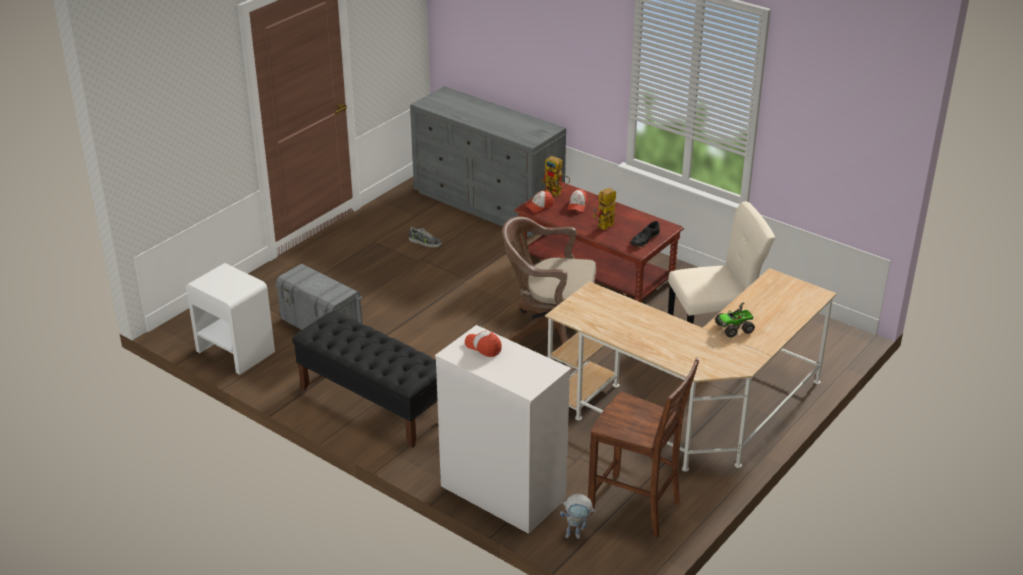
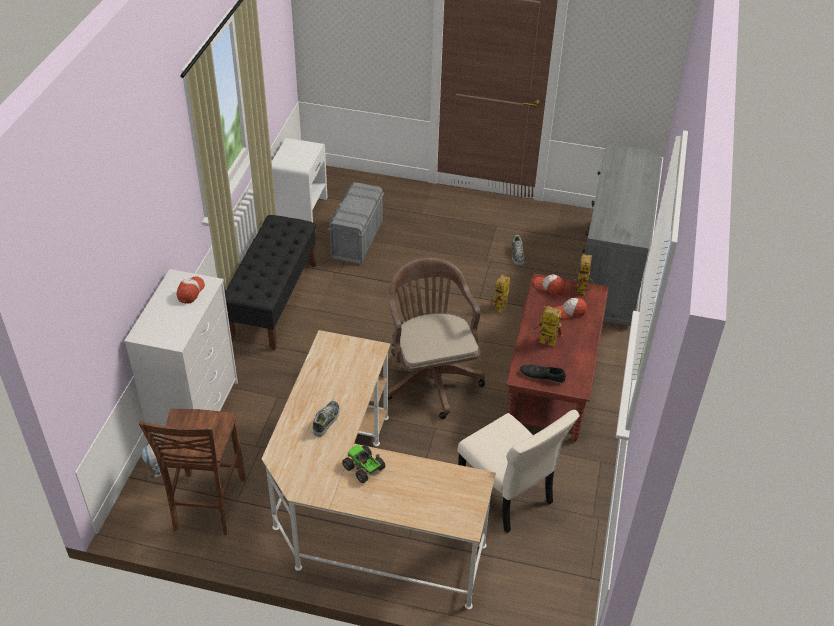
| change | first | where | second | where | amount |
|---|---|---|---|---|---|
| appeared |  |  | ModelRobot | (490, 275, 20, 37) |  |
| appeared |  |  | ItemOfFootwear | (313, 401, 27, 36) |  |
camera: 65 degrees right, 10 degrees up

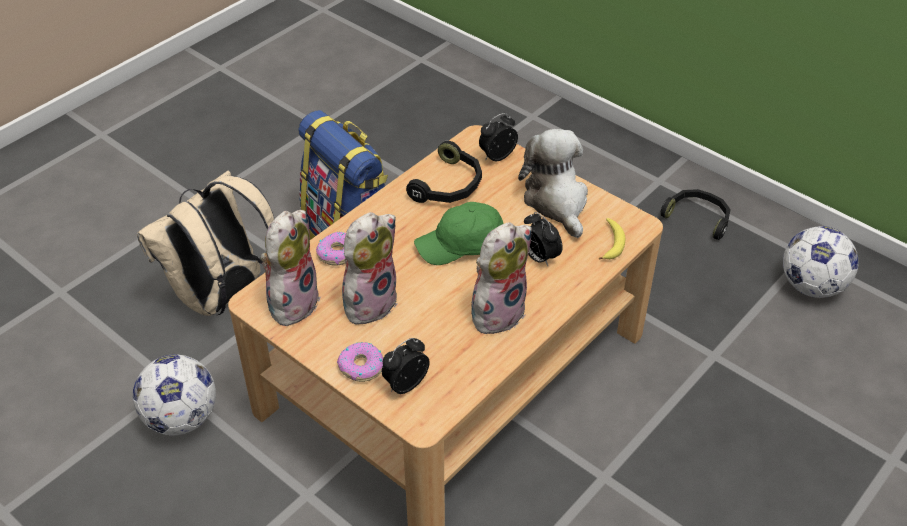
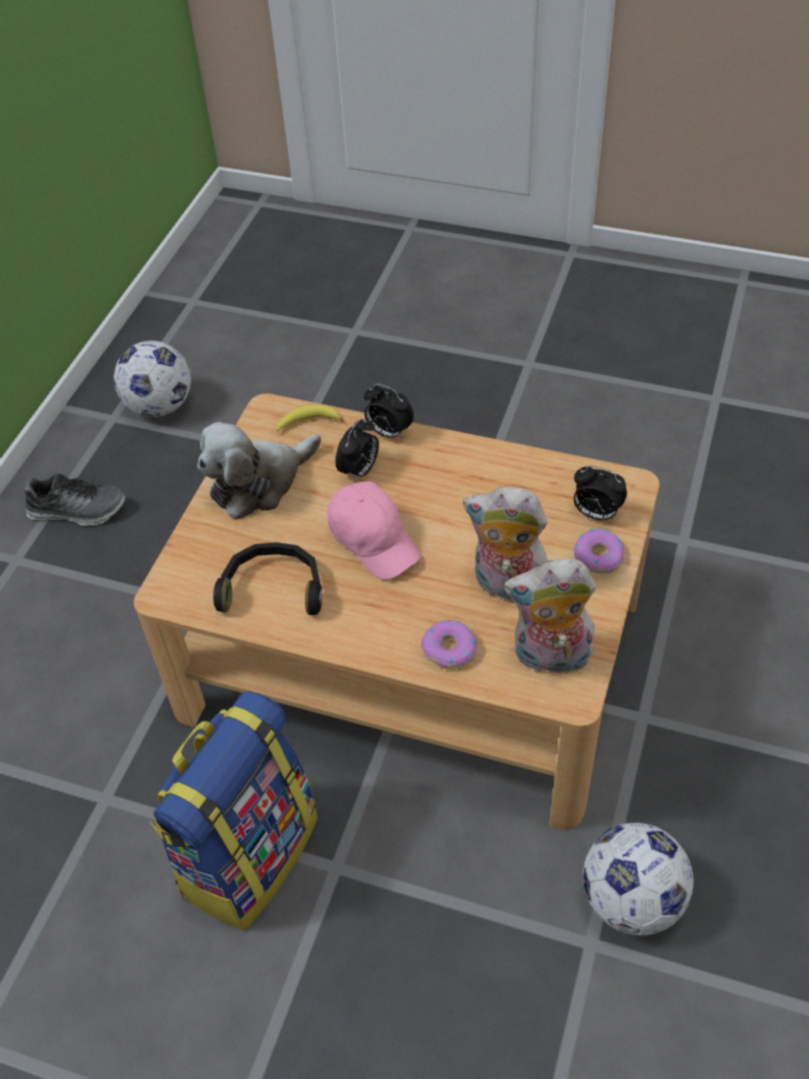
| change | first | where | second | where | amount |
|---|---|---|---|---|---|
| relocated | TableClock | (479, 113, 39, 48) |  | (364, 384, 50, 56) |  |
| missing | BeigeColouredBackpack | (137, 171, 137, 145) |  |  |  |
| exchanged | BlackPairOfHeadphones | (661, 189, 70, 51) | ItemOfFootwear | (25, 474, 100, 52) |  |
| colour | GreenPeakedCap | (414, 202, 90, 63) | PinkPeakedCap | (327, 481, 95, 99) |  |
| missing | CuddlyToy | (471, 222, 61, 112) |  |  |  |
camera: 110 degrees left, 5 degrees up

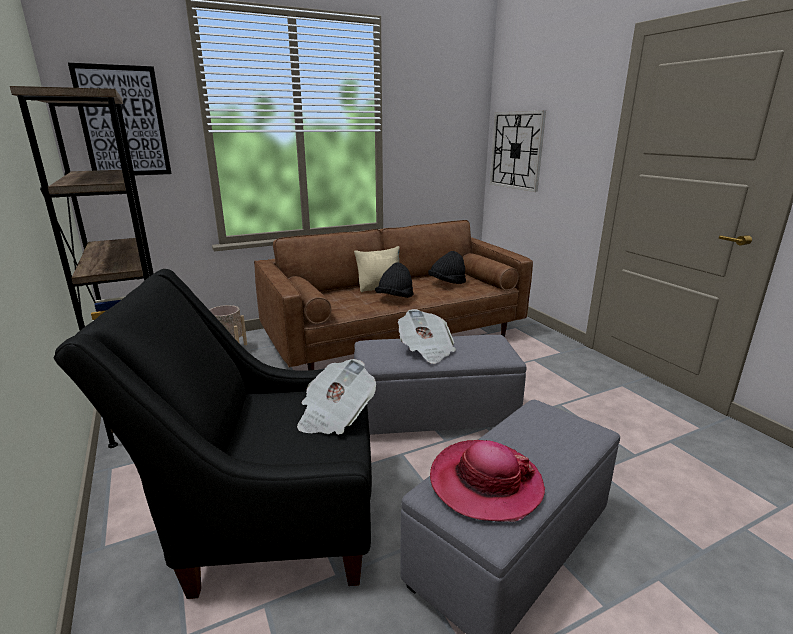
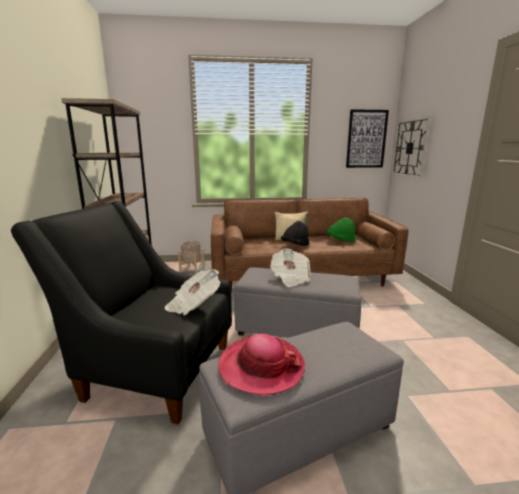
| change | first | where | second | where | amount |
|---|---|---|---|---|---|
| relocated | WallArt | (68, 63, 103, 113) |  | (346, 109, 43, 59) |  |
| colour | BlackHat | (428, 251, 38, 33) | GreenHat | (327, 217, 29, 25) |  |
camera: 20 degrees right, 5 degrees down

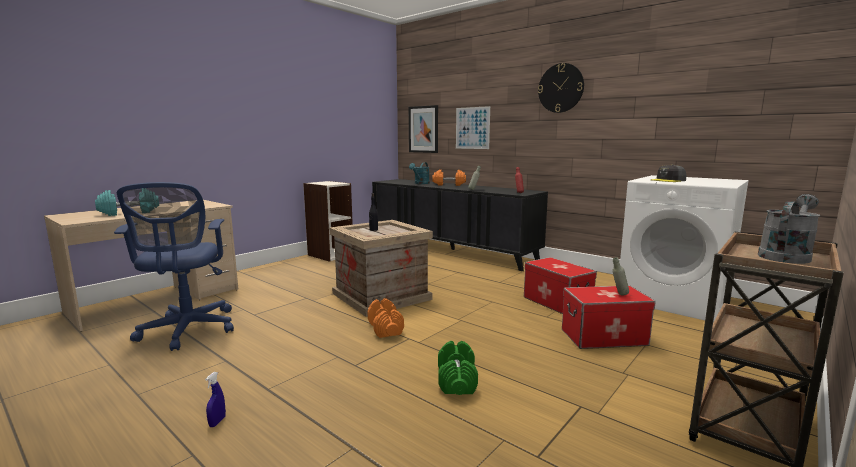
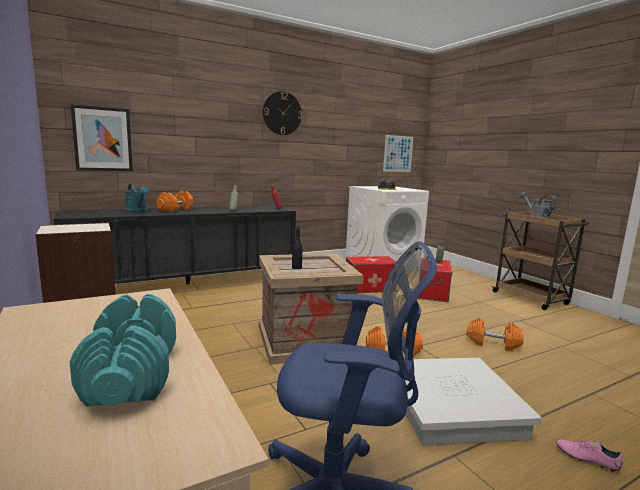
| change | first | where | second | where | amount |
|---|---|---|---|---|---|
| relocated | WallArt | (456, 106, 34, 43) |  | (383, 135, 30, 37) |  |
| colour | GreenDumbbell | (438, 341, 40, 54) | OrangeColouredDumbbell | (466, 317, 58, 34) |  |
| exchanged | BlueColouredSprayBottle | (205, 372, 21, 55) | PinkItemOfFootwear | (556, 439, 67, 33) |  |
| appeared |  |  | WhiteStorageBin | (404, 358, 138, 88) |  |
camera: 70 degrees left, 0 degrees up

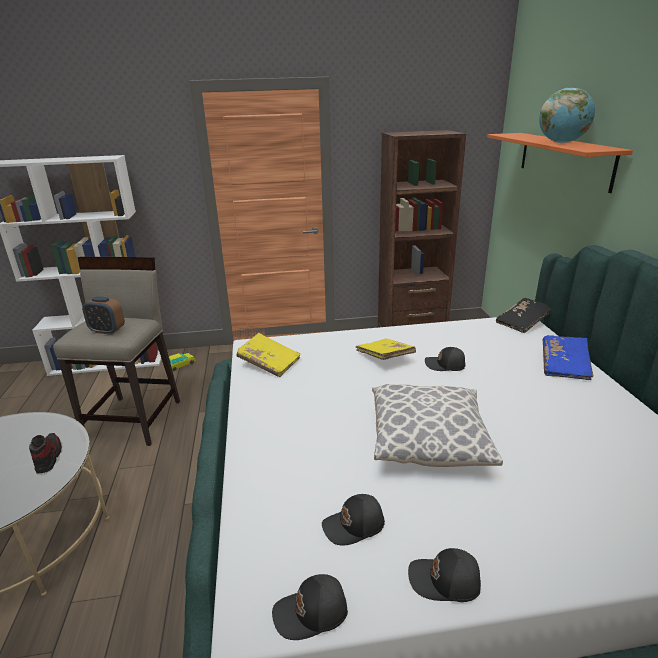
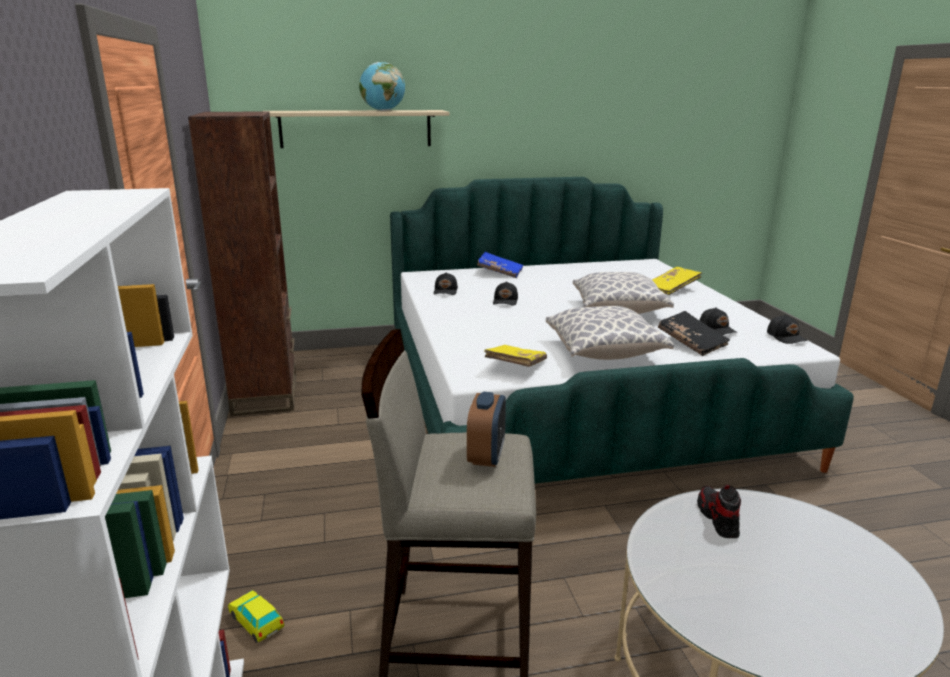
| change | first | where | second | where | amount |
|---|---|---|---|---|---|
| colour | OrangeColouredWallShelf | (487, 133, 146, 60) | BeigeColouredWallShelf | (262, 110, 188, 38) |  |
| relocated | BlackVolume | (496, 298, 55, 35) |  | (658, 311, 72, 45) |  |
| relocated | YellowishVolume | (355, 339, 61, 21) |  | (652, 267, 50, 28) |  |
| spun | ItemOfFootwear | (29, 433, 33, 40) |  | (697, 485, 44, 53) | 105 degrees clockwise |
| relocated | BlackPeakedCap | (408, 548, 73, 54) |  | (434, 272, 24, 23) |  |
| appeared |  |  | Cushion | (546, 306, 128, 54) |  |
camera: 95 degrees left, 5 degrees down

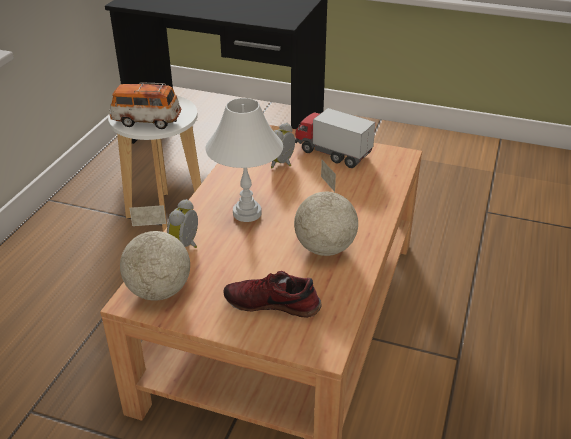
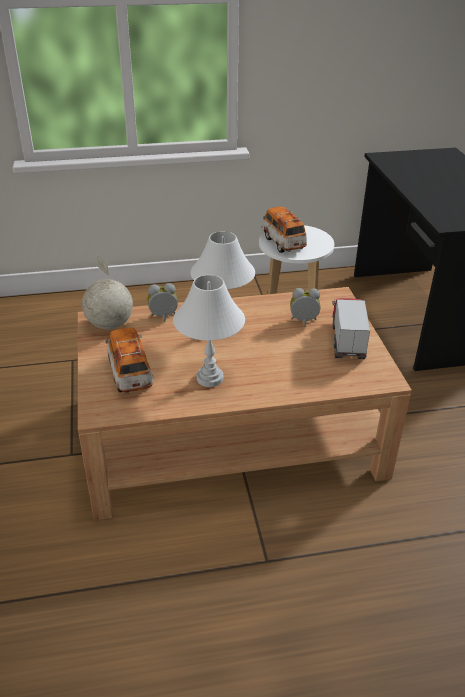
| change | first | where | second | where | amount |
|---|---|---|---|---|---|
| exchanged | DeskGlobe | (294, 160, 64, 96) | WhiteTabletopLamp | (173, 275, 72, 112) |  |
| exchanged | ItemOfFootwear | (224, 271, 98, 47) | MiniatureCar | (105, 328, 48, 66) |  |
camera: 60 degrees right, 0 degrees up

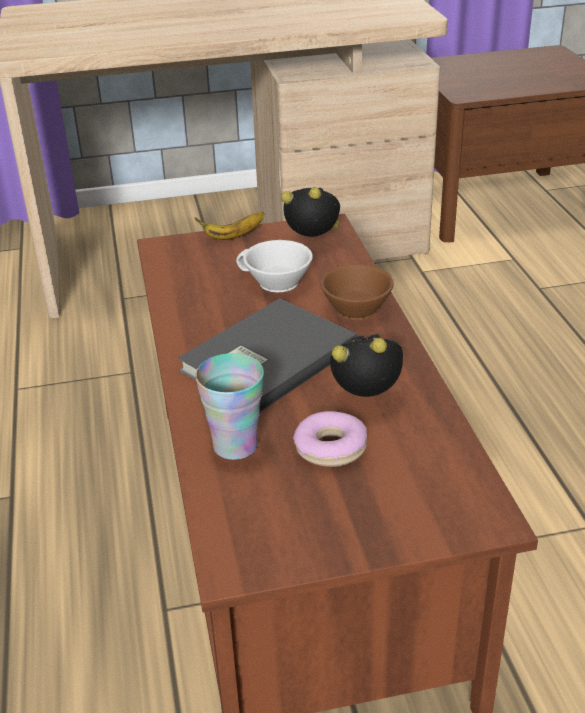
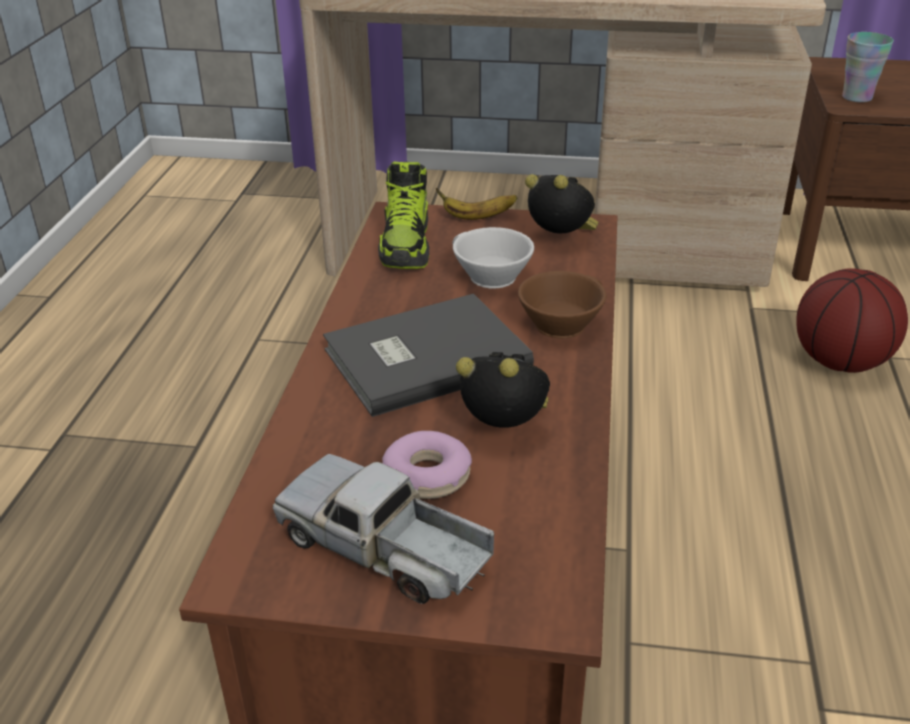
| change | first | where | second | where | amount |
|---|---|---|---|---|---|
| relocated | SmallCup | (195, 353, 69, 107) |  | (842, 32, 52, 70) |  |
| appeared |  |  | ItemOfFootwear | (378, 161, 51, 108) |  |
| appeared |  |  | BallForBasketball | (796, 268, 112, 105) |  |
| appeared |  |  | ModelTruck | (273, 454, 221, 150) |  |
camera: 20 degrees right, 0 degrees up

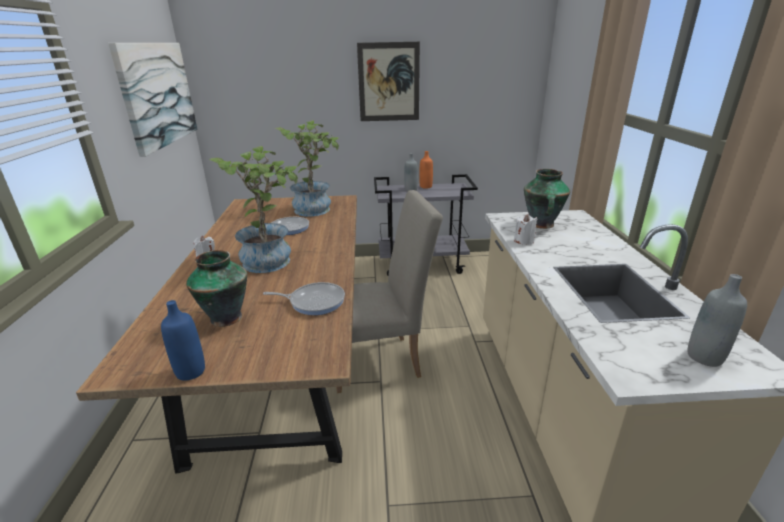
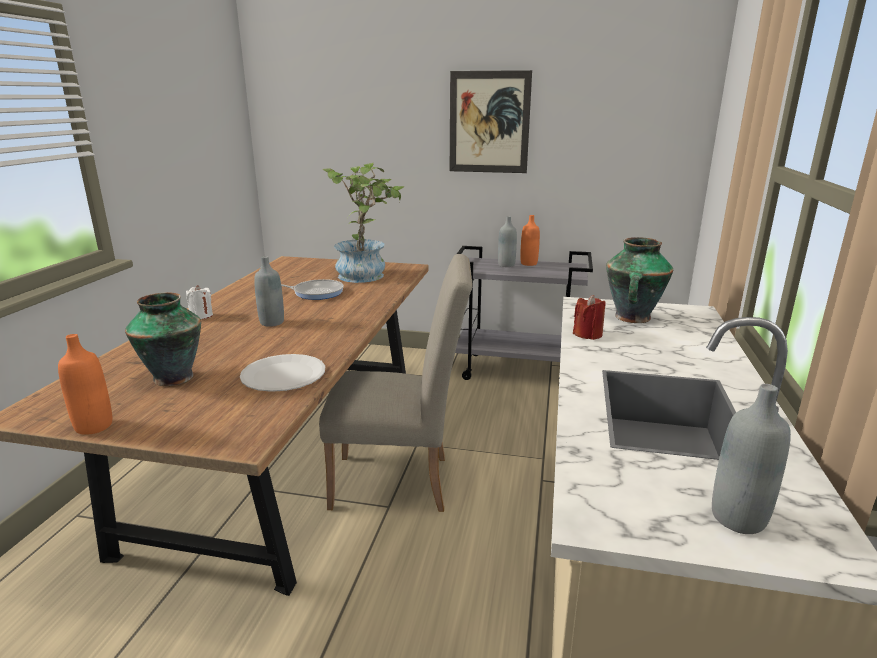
| change | first | where | second | where | amount |
|---|---|---|---|---|---|
| missing | WallArt | (108, 43, 89, 114) |  |  |  |
| exchanged | PottedPlant | (209, 146, 89, 127) | GreyBottle | (254, 256, 30, 71) |  |
| colour | WhiteWaxCandle | (514, 214, 23, 31) | RedColouredWaxCandle | (573, 295, 33, 45) |  |
| exchanged | Skillet | (263, 282, 82, 33) | WhiteFlatDish | (240, 354, 85, 38) |  |
| colour | BlueColouredBottle | (161, 300, 44, 81) | OrangeColouredBottle | (58, 334, 54, 101) |  |
camera: 15 degrees right, 5 degrees down

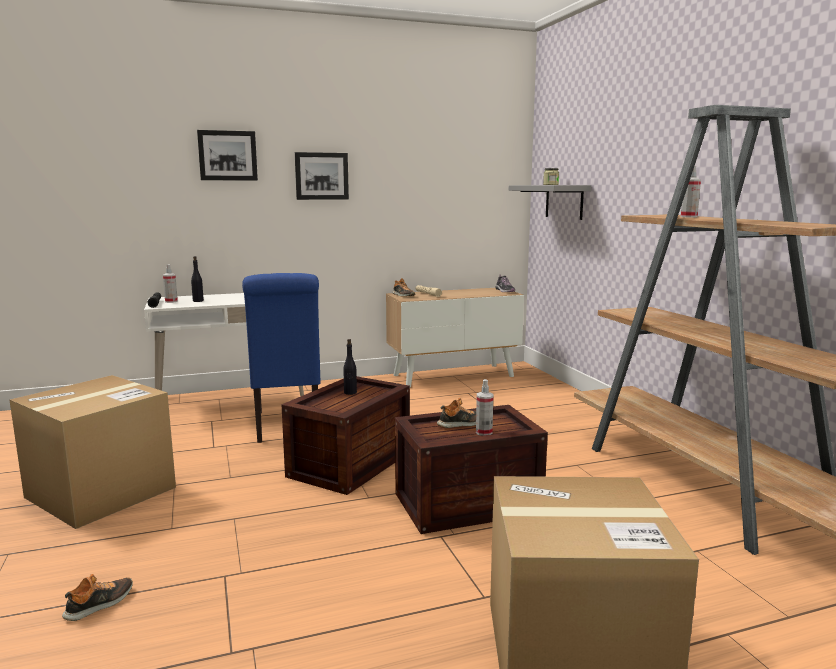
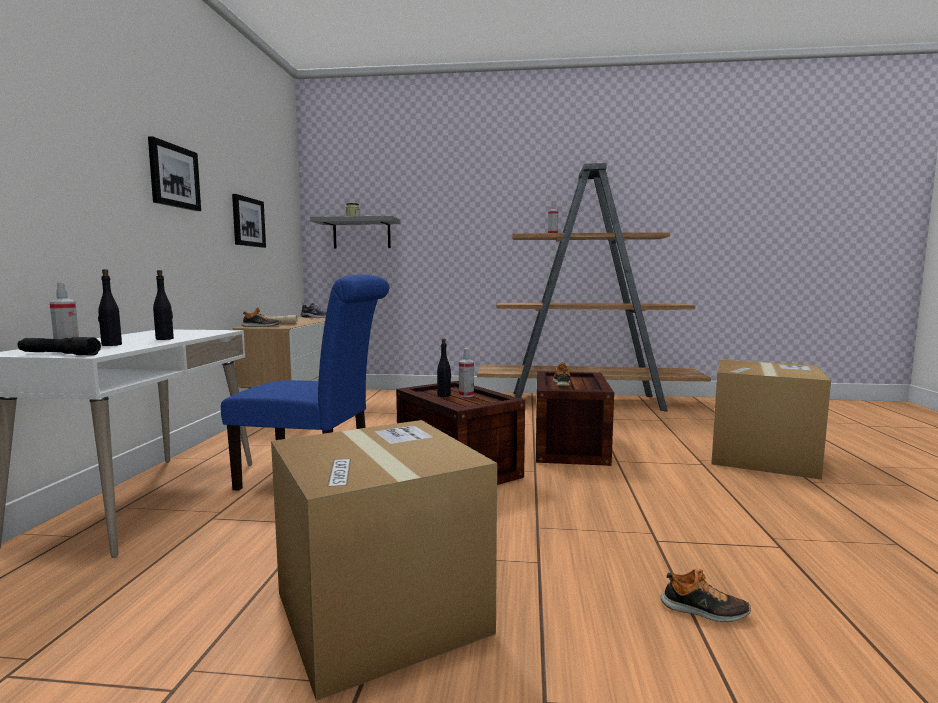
| change | first | where | second | where | amount |
|---|---|---|---|---|---|
| relocated | WallArt | (197, 130, 61, 50) |  | (232, 194, 34, 54) |  |
| relocated | SprayBottle | (476, 379, 17, 57) |  | (459, 348, 15, 49) |  |
| spun | ItemOfFootwear | (62, 574, 71, 47) |  | (660, 569, 91, 53) | 135 degrees clockwise |
| appeared |  |  | BlackBottle | (153, 270, 21, 70) |  |
camera: 65 degrees left, 5 degrees down

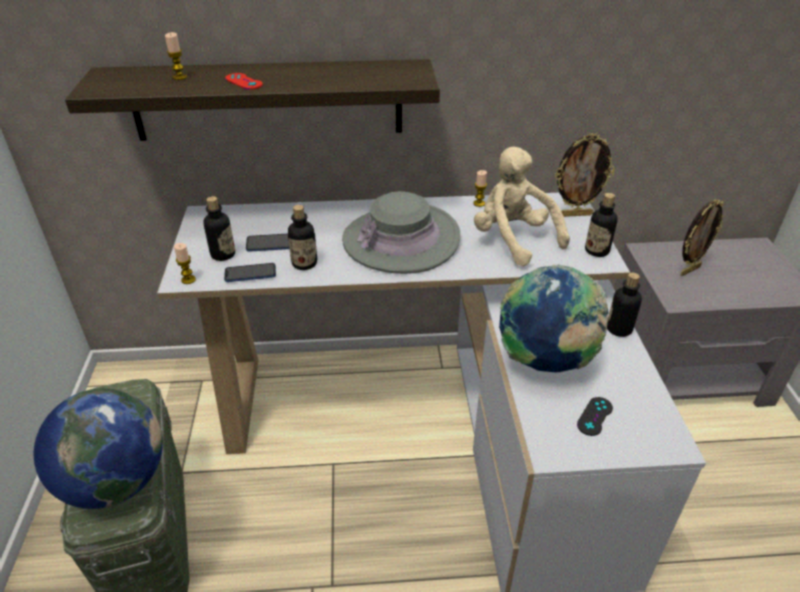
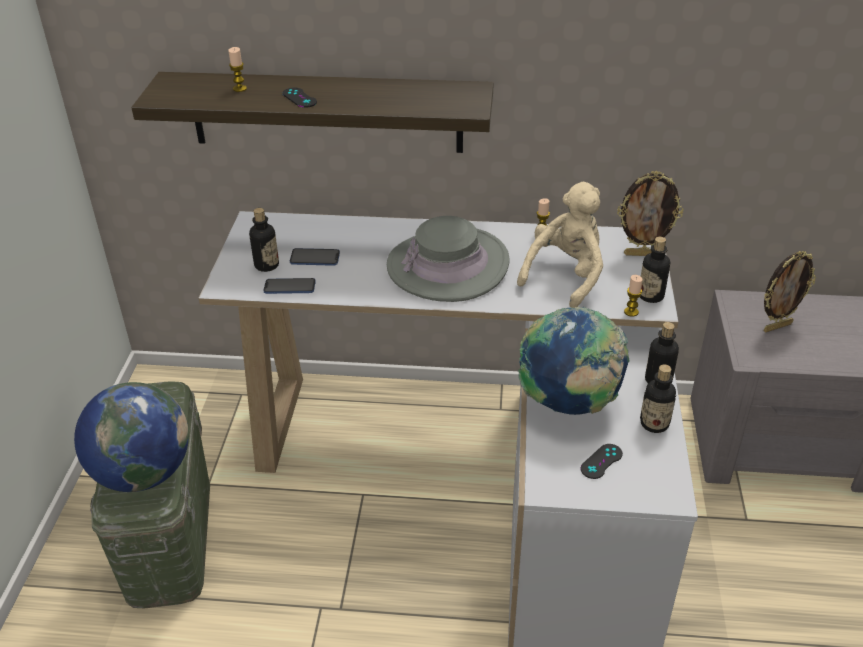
| change | first | where | second | where | amount |
|---|---|---|---|---|---|
| colour | RedColouredGamepad | (225, 73, 38, 17) | BlackGamepad | (283, 88, 34, 20) |  |
| spun | BeigeColouredCuddlyToy | (474, 146, 96, 120) |  | (517, 182, 86, 126) | 60 degrees clockwise |
| relocated | Bottle | (288, 205, 29, 65) |  | (640, 364, 36, 69) |  |
| relocated | WaxCandle | (174, 243, 22, 41) |  | (624, 275, 19, 42) |  |
camera: 10 degrees right, 0 degrees up

